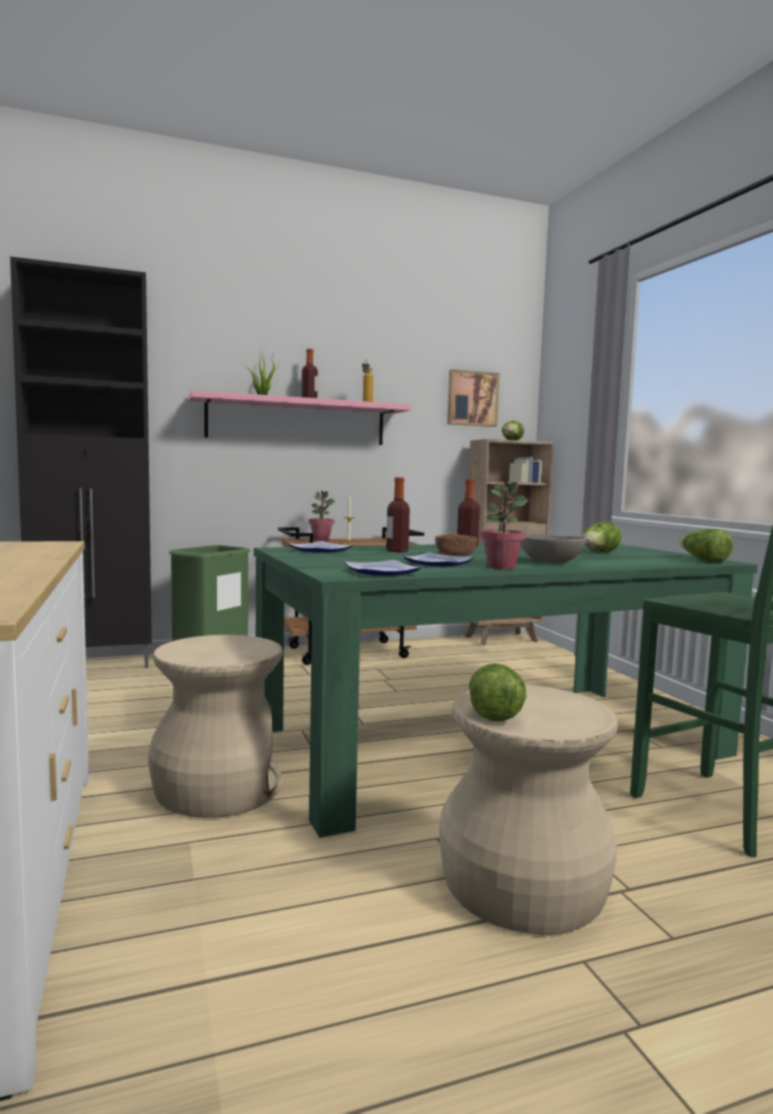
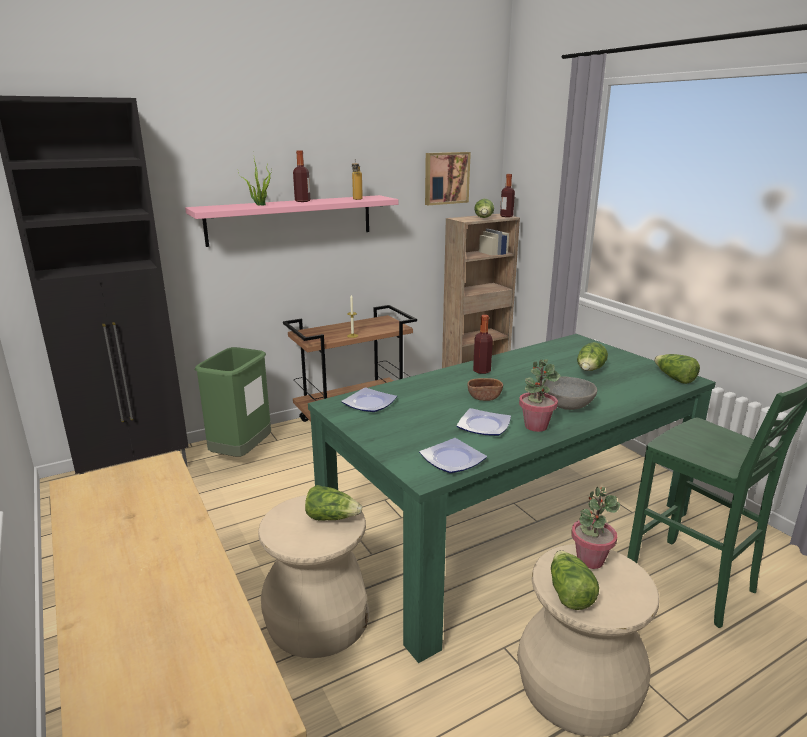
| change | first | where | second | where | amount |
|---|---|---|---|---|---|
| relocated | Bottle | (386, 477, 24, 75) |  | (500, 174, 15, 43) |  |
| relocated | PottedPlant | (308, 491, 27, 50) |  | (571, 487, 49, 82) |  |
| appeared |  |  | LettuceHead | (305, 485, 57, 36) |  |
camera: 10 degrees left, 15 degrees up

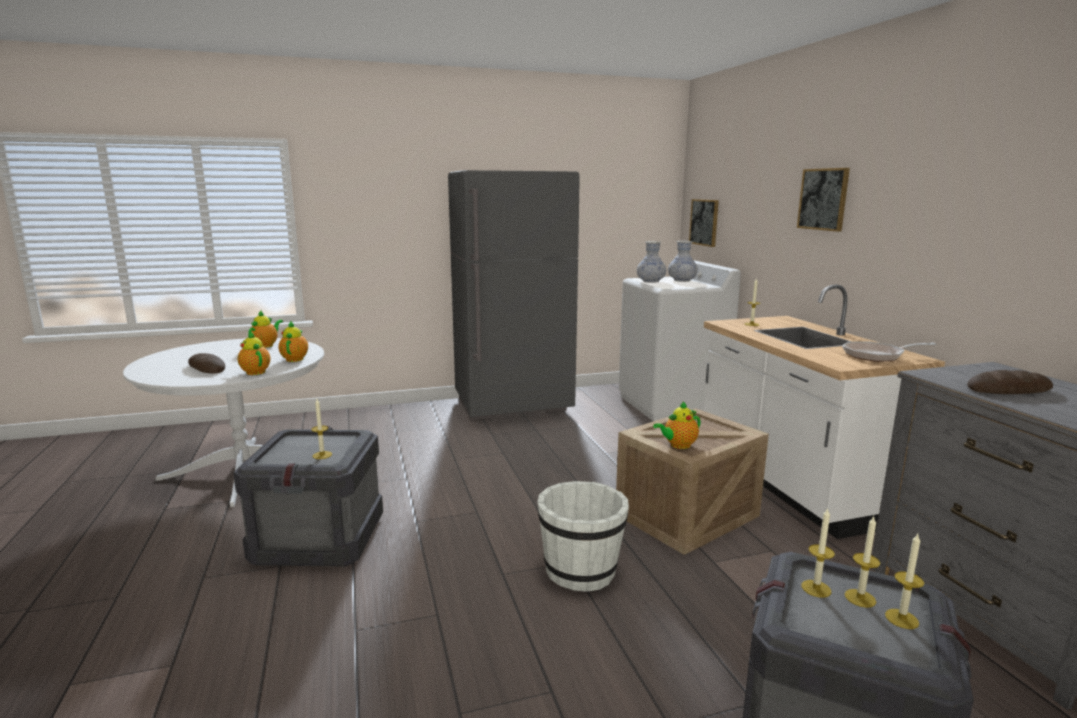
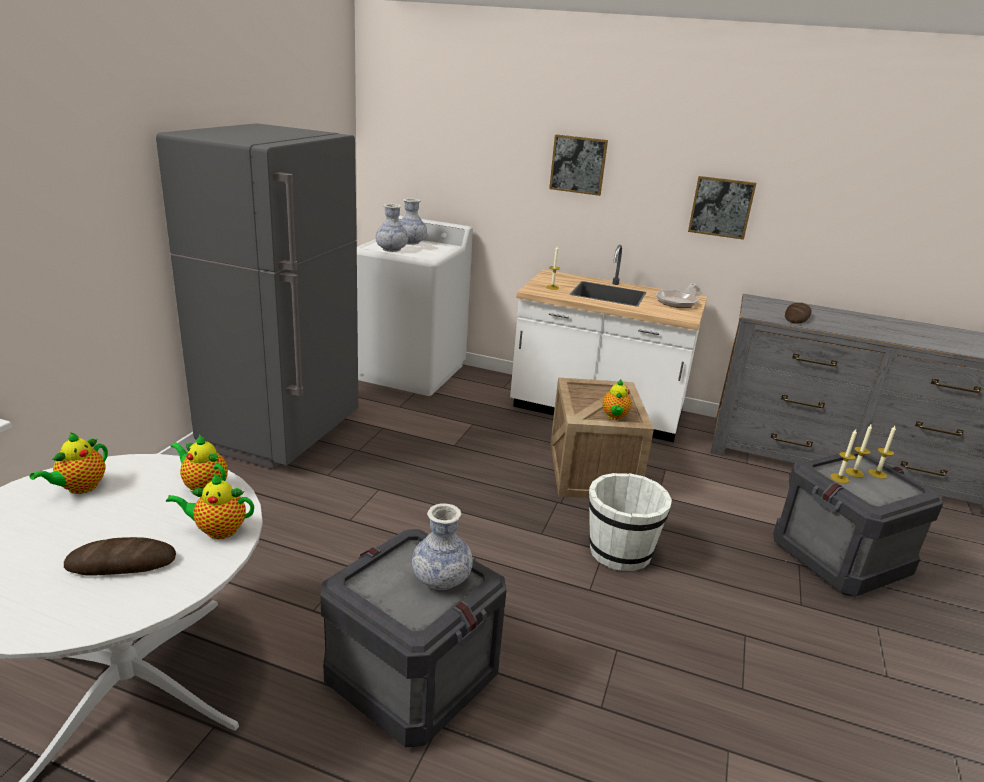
| change | first | where | second | where | amount |
|---|---|---|---|---|---|
| relocated | WallArt | (689, 199, 30, 48) |  | (688, 176, 68, 64) |  |
| spun | TeaPot | (248, 311, 35, 37) |  | (29, 432, 79, 62) | 120 degrees counterclockwise |
| exchanged | WaxCandle | (311, 399, 21, 60) | FlowerVase | (412, 503, 61, 87) |  |
camera: 55 degrees left, 10 degrees up

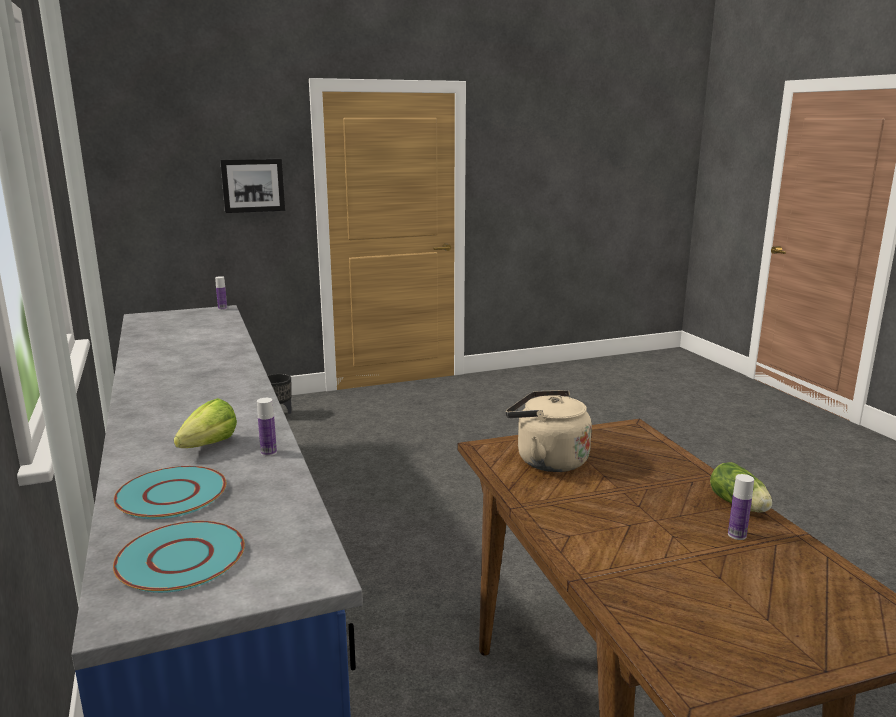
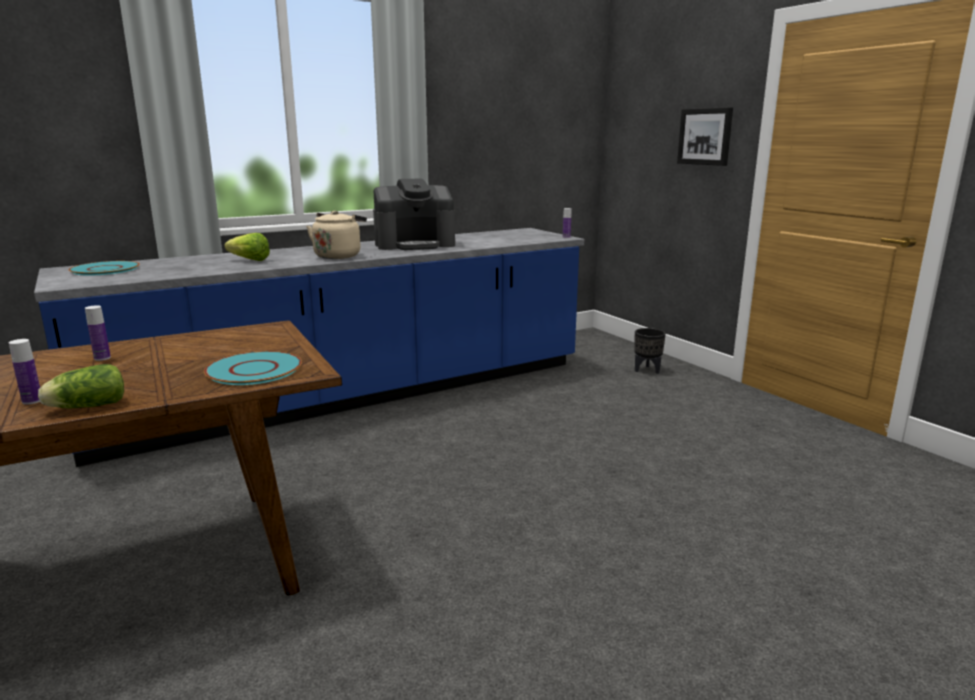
| change | first | where | second | where | amount |
|---|---|---|---|---|---|
| relocated | BeigeColouredWaterKettle | (506, 390, 86, 82) |  | (306, 211, 61, 48) |  |
| relocated | Bottle | (257, 398, 20, 58) |  | (85, 305, 26, 56) |  |
| relocated | TurquoiseColouredFlatDish | (114, 466, 112, 53) |  | (204, 351, 98, 34) |  |
| appeared |  |  | CoffeeBrewer | (373, 179, 82, 71) |  |
camera: 80 degrees right, 0 degrees up

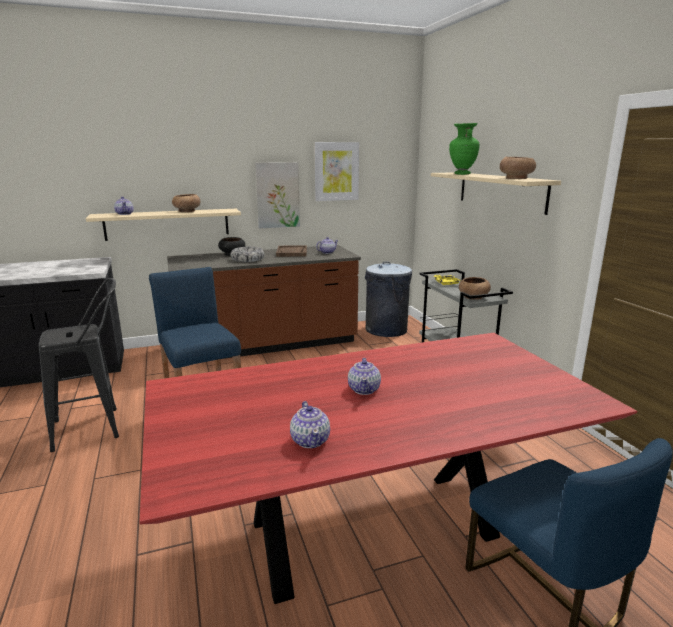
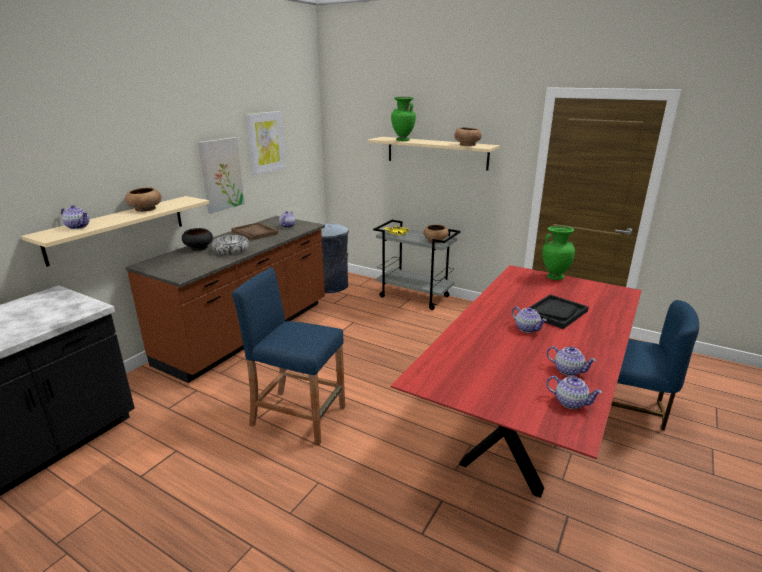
| change | first | where | second | where | amount |
|---|---|---|---|---|---|
| missing | BlackStoolSeat | (39, 278, 80, 174) |  |  |  |
| appeared |  |  | GreenFlowerVase | (542, 226, 33, 54) |  |
| appeared |  |  | BlackServingTray | (530, 294, 59, 35) |  |
| appeared |  |  | TeaPot | (546, 376, 56, 33) |  |
camera: 40 degrees left, 5 degrees up

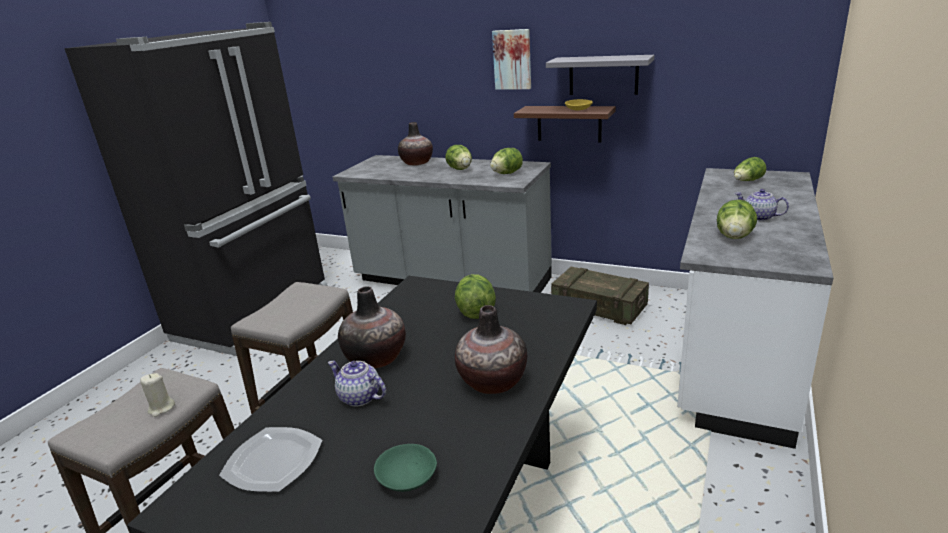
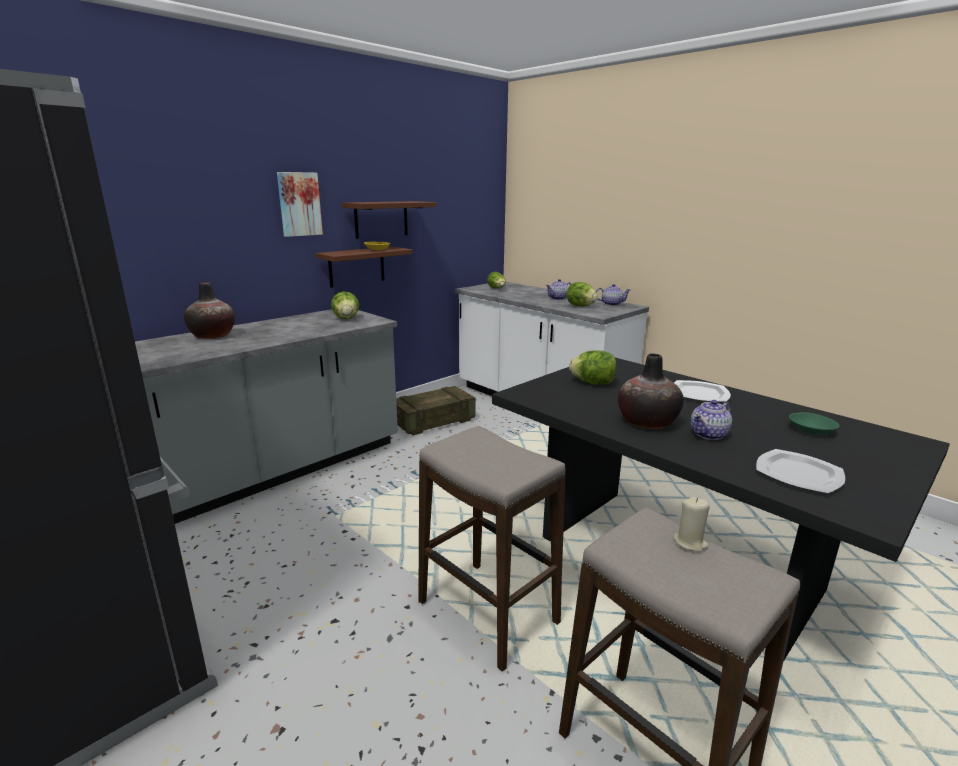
| change | first | where | second | where | amount |
|---|---|---|---|---|---|
| colour | GreyWallShelf | (546, 55, 108, 40) | BrownWallShelf | (342, 201, 94, 38) |  |
| missing | LettuceHead | (445, 145, 27, 25) |  |  |  |
| exchanged | FlowerVase | (455, 305, 72, 89) | FlatDish | (674, 380, 57, 22) |  |
| appeared |  |  | TeaPot | (596, 284, 35, 22) |  |
camera: 70 degrees left, 5 degrees down

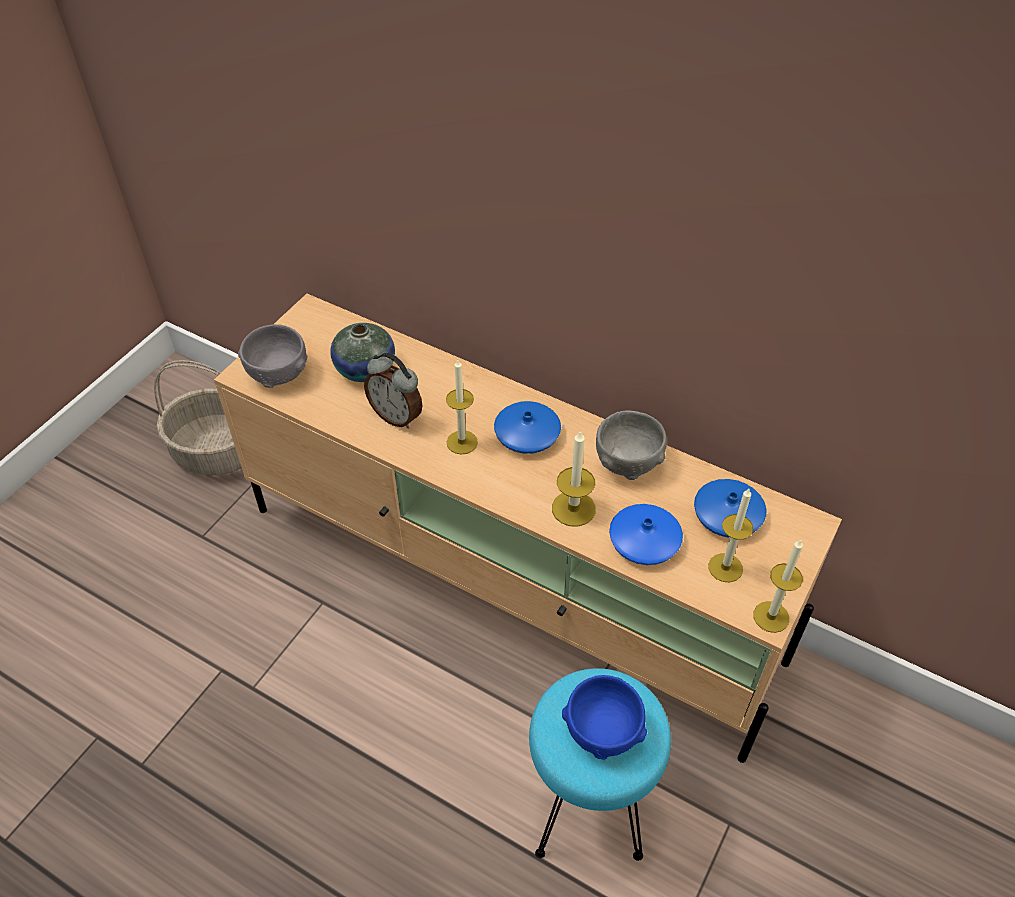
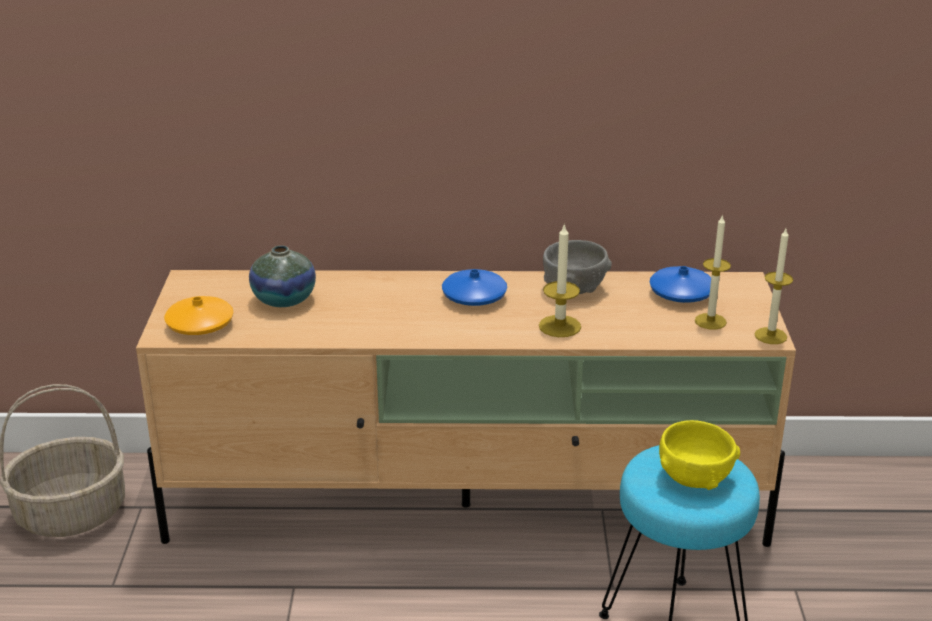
| change | first | where | second | where | amount |
|---|---|---|---|---|---|
| exchanged | GreyDeepDish | (238, 324, 69, 64) | OrangeColouredFlowerVase | (164, 296, 70, 39) |  |
| missing | TableClock | (364, 353, 59, 76) |  |  |  |
| missing | WaxCandle | (446, 360, 32, 94) |  |  |  |
| missing | BlueColouredFlowerVase | (609, 504, 74, 61) |  |  |  |
| colour | BlueColouredDeepDish | (562, 675, 85, 85) | YellowishDeepDish | (659, 420, 81, 70) |  |
camera: 30 degrees left, 20 degrees down

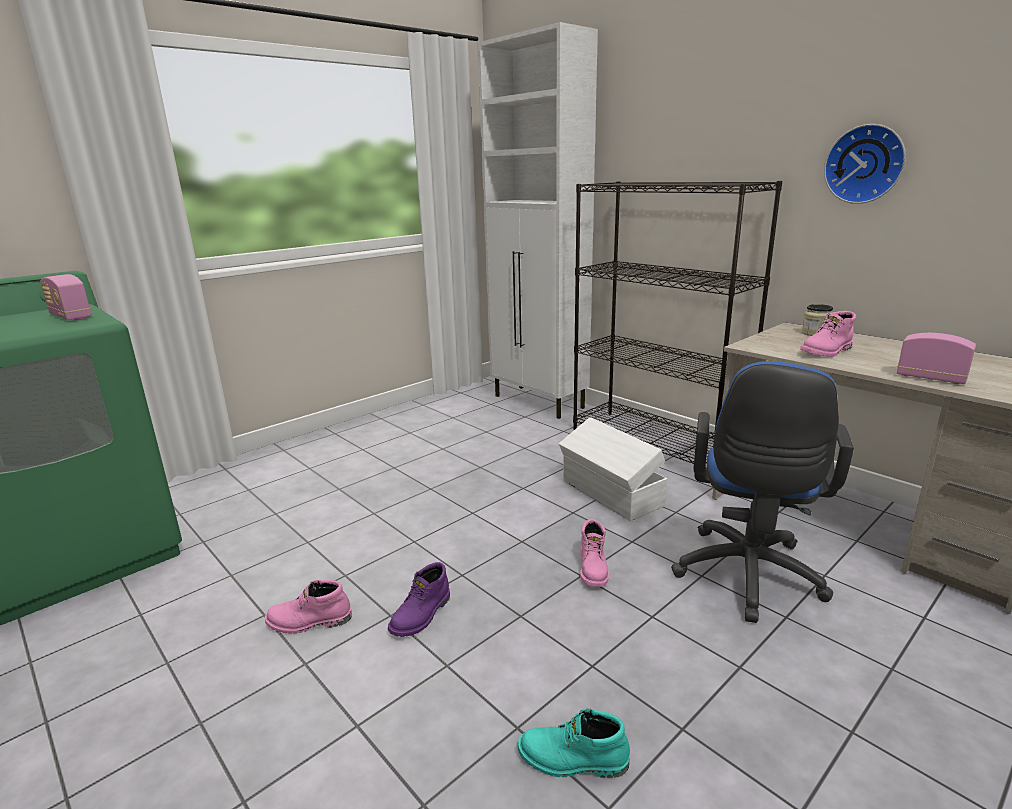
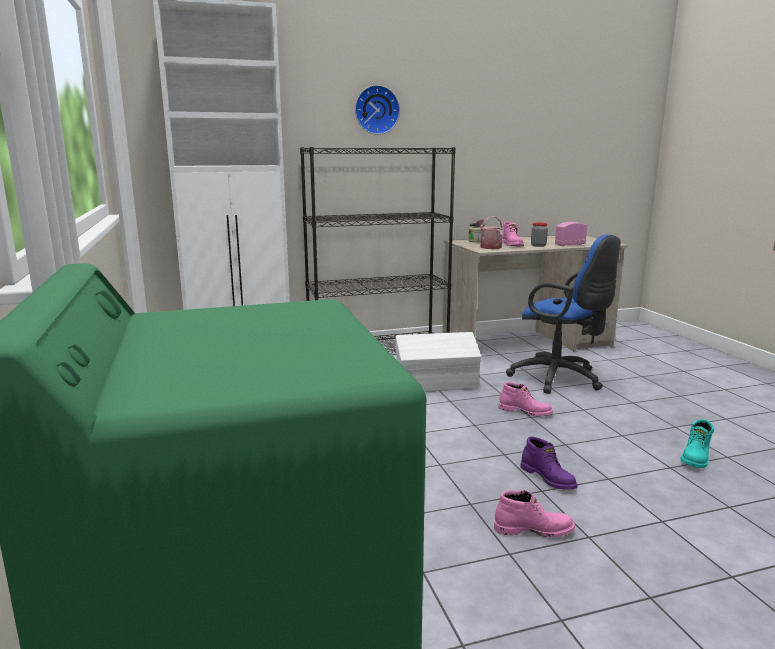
| change | first | where | second | where | amount |
|---|---|---|---|---|---|
| relocated | WallClock | (824, 124, 82, 80) |  | (355, 85, 45, 50) |  |
| missing | Radio | (40, 274, 52, 47) |  |  |  |
| spun | PinkBoot | (265, 580, 87, 54) |  | (494, 490, 81, 47) | 105 degrees counterclockwise |
| appeared |  |  | WateringCan | (476, 216, 27, 33) |  |
| appeared |  |  | Jar | (531, 223, 17, 24) |  |
camera: 65 degrees left, 5 degrees down

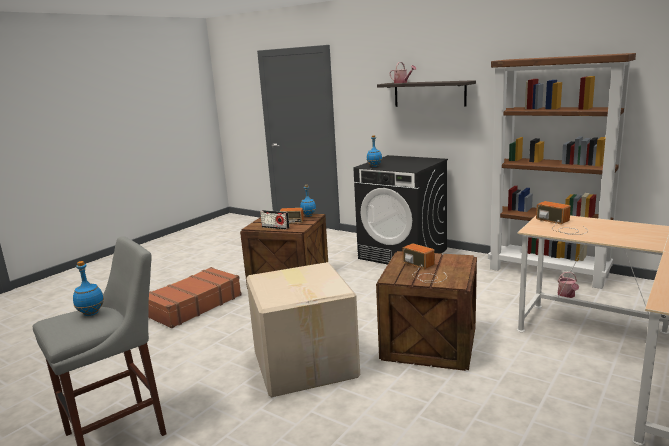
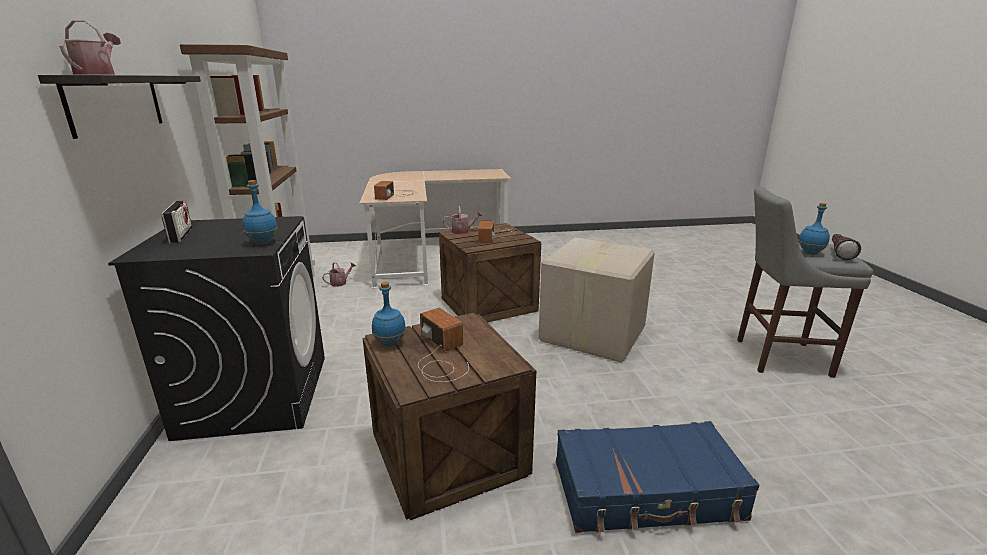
| change | first | where | second | where | amount |
|---|---|---|---|---|---|
| relocated | Radio | (260, 210, 29, 20) |  | (161, 201, 31, 42) |  |
| colour | BrownTravelCase | (148, 267, 94, 61) | BlueColouredTravelCase | (556, 421, 204, 112) |  |
| appeared |  |  | WateringCan | (443, 206, 40, 28) |  |
| appeared |  |  | HandTorch | (832, 234, 29, 26) |  |
camera: 135 degrees left, 5 degrees up

